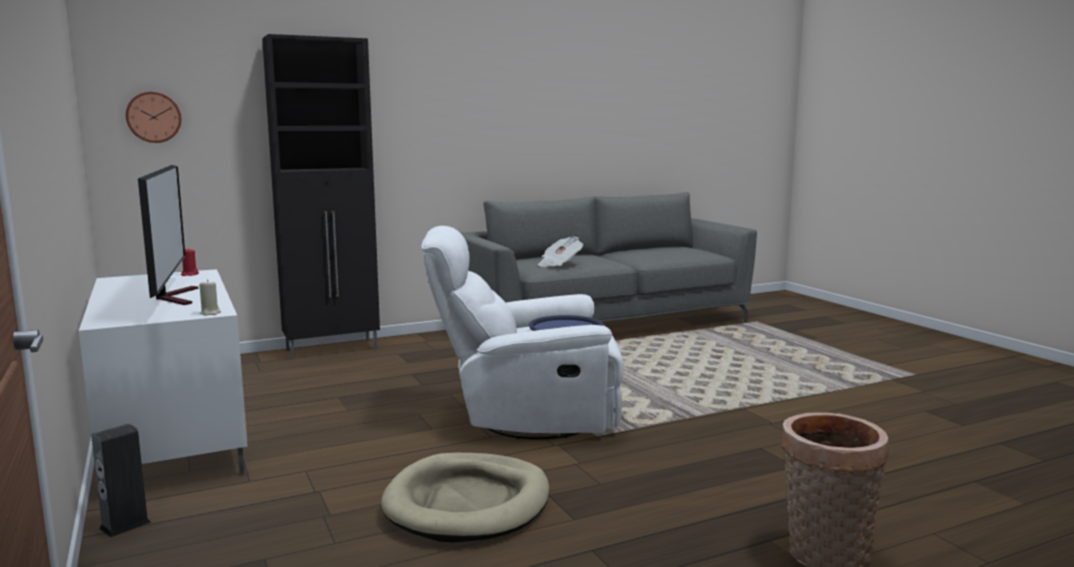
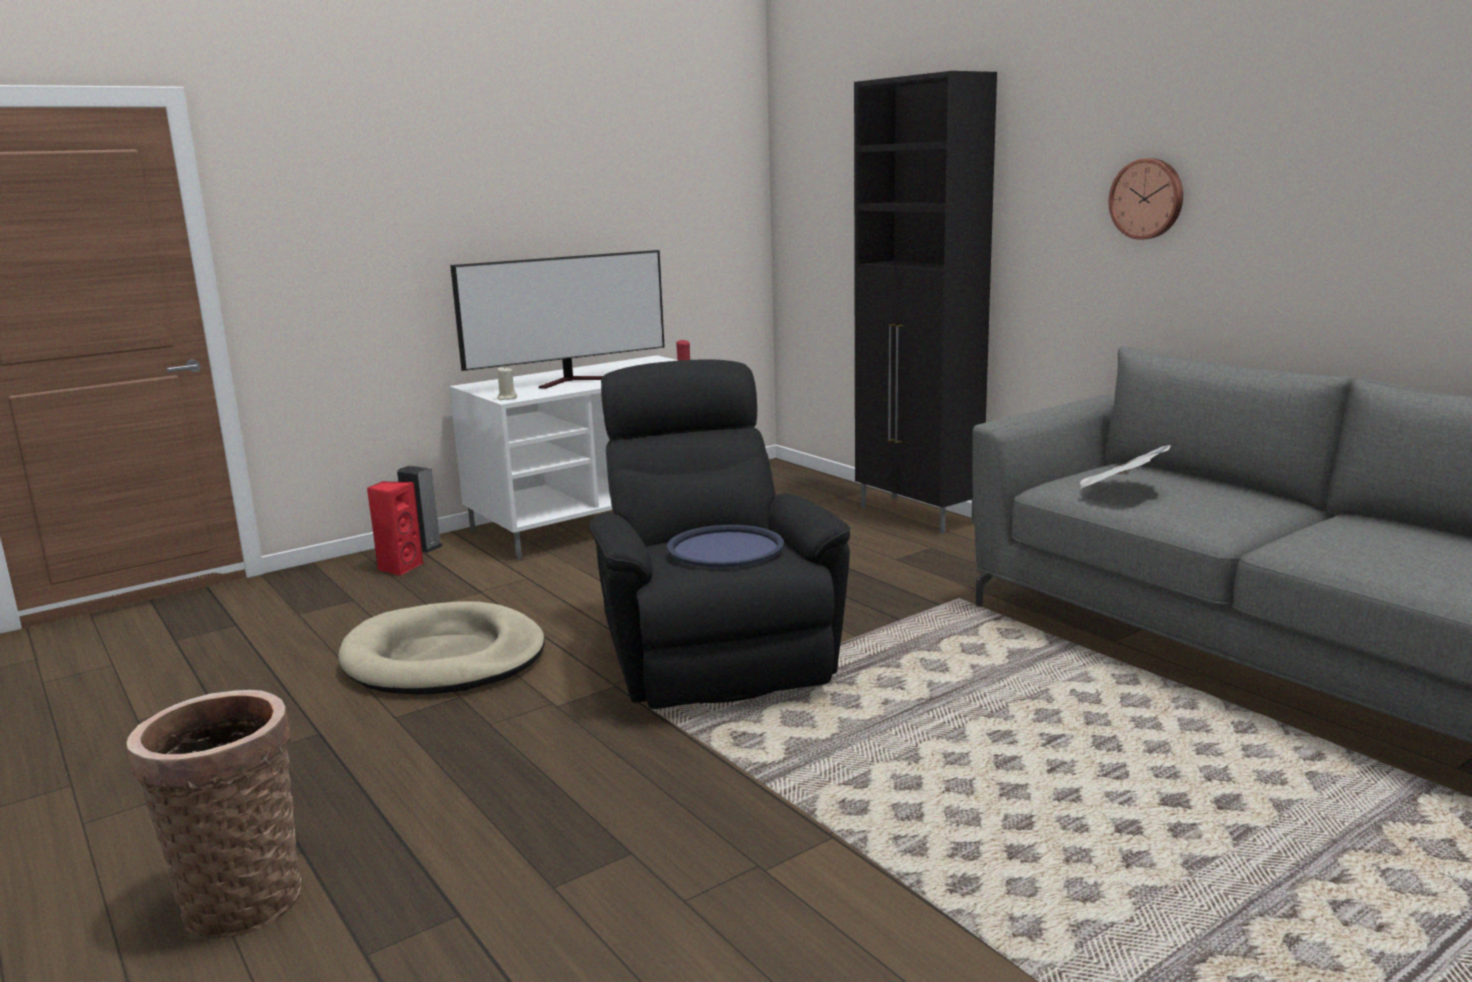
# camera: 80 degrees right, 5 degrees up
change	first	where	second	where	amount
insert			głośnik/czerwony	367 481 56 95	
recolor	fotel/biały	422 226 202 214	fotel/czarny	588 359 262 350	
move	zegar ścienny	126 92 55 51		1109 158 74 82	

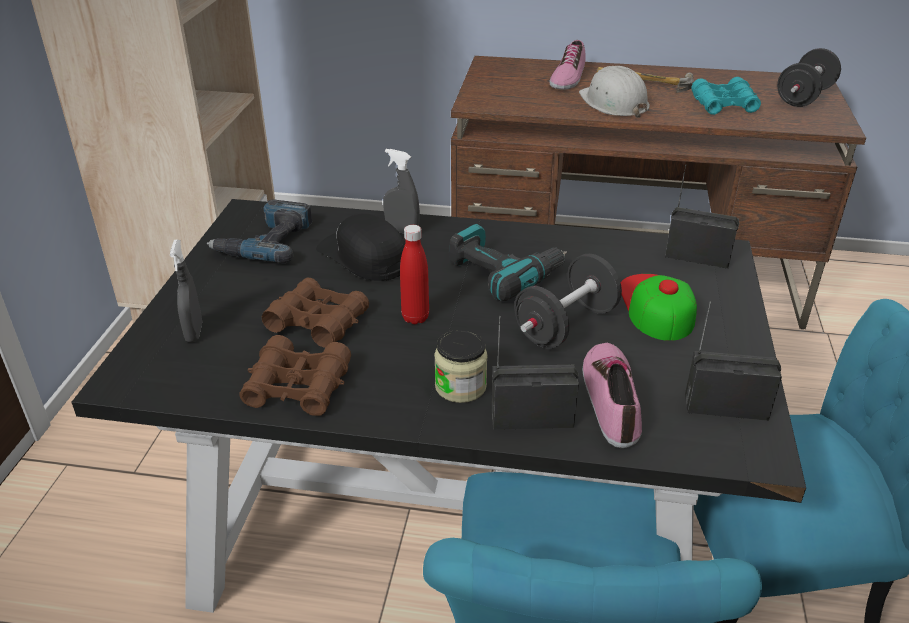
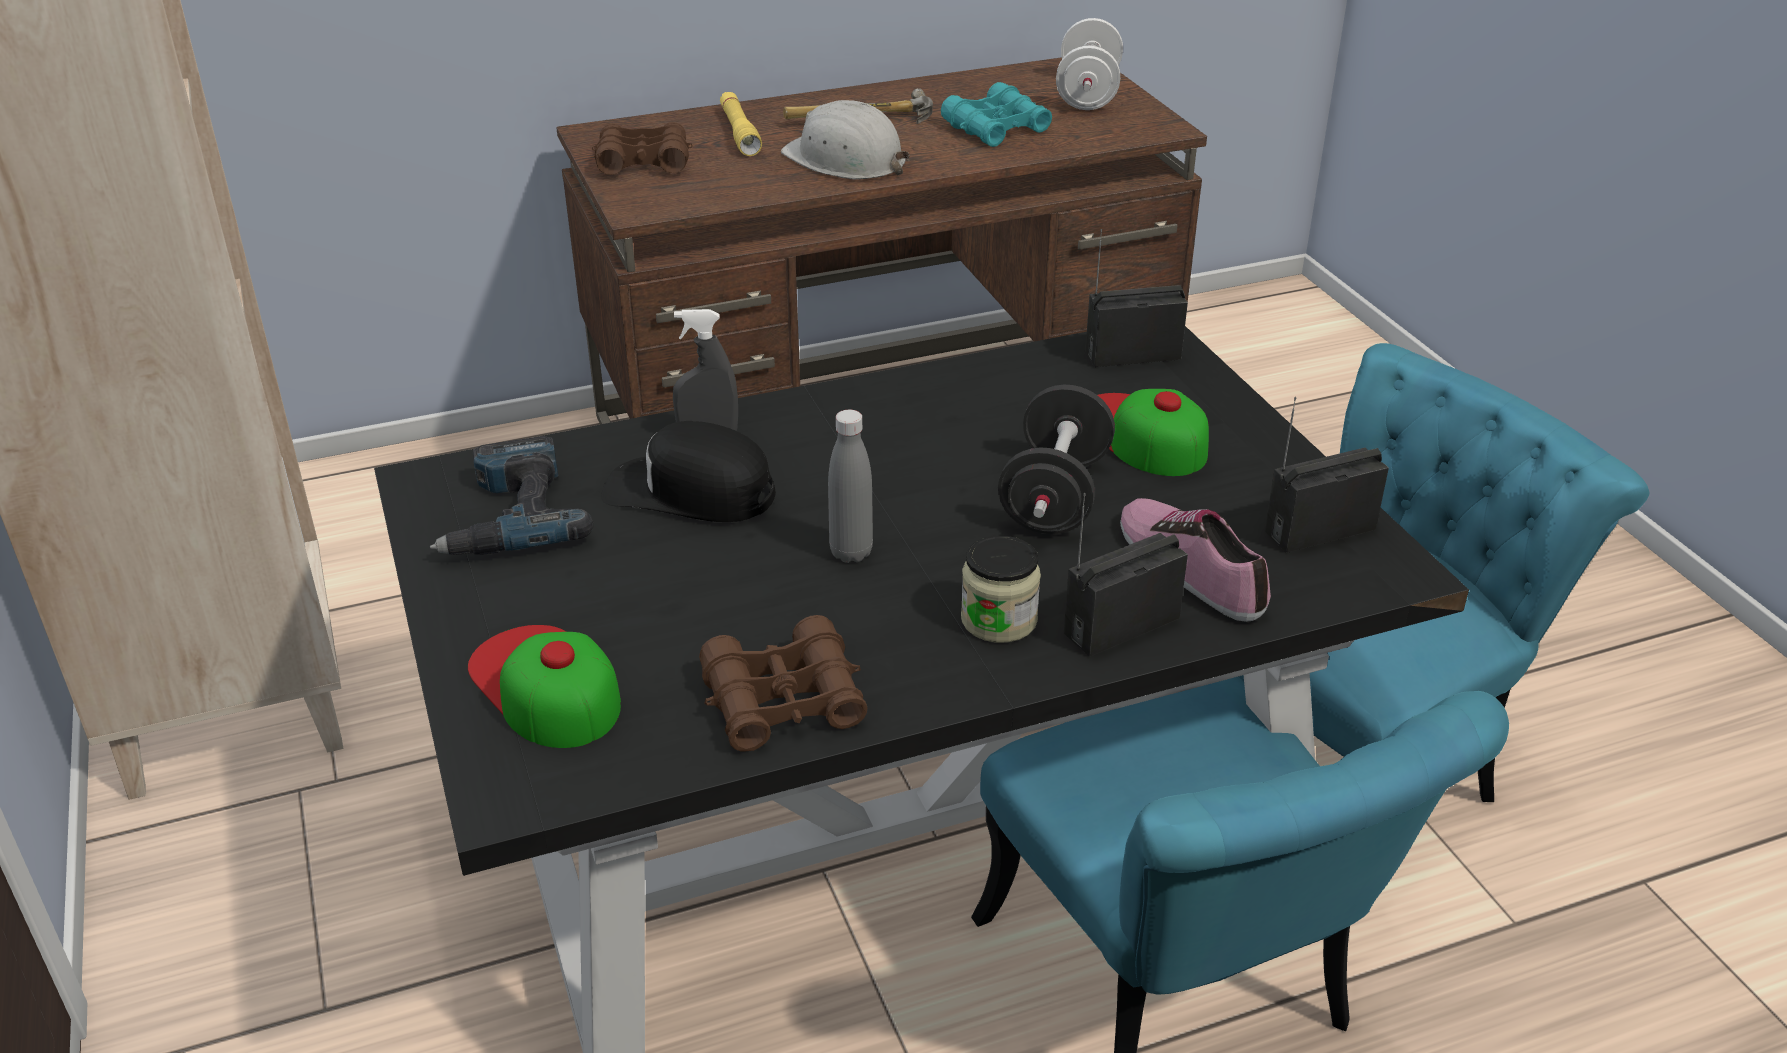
# camera: 30 degrees left, 0 degrees up
change	first	where	second	where	amount
replace	spryskiwacz/szary	170 240 32 102	czapka z daszkiem	468 625 153 123	
move	lornetka/brązowy	262 278 107 70		592 122 101 53	
replace	but	550 40 35 50	latarka/żółty	720 92 42 64	
recolor	butelka/czerwony	400 225 29 99	butelka/szary	828 410 45 153	
recolor	hantel/czarny	777 48 64 59	hantel/biały	1056 18 67 92	
delete	wiertarka	449 224 118 77			

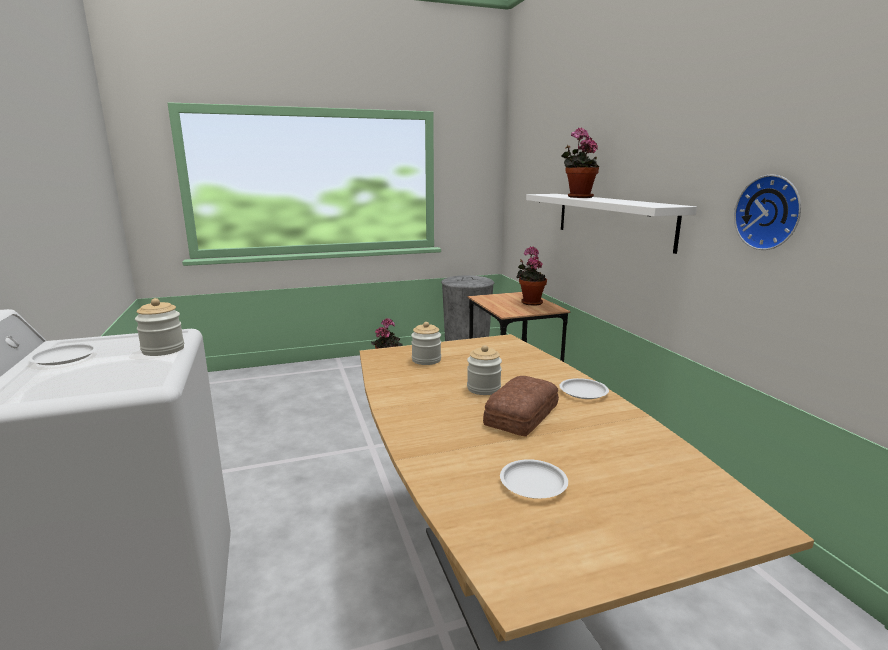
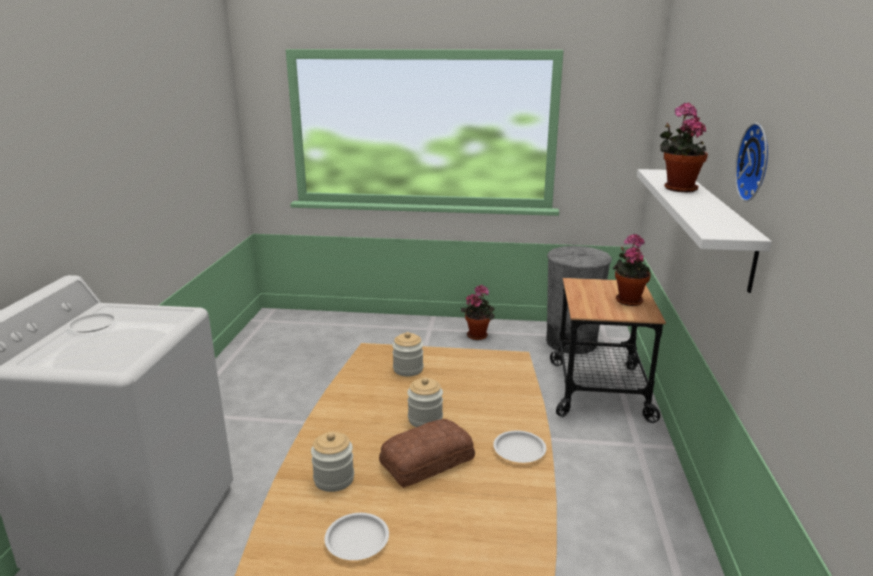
# camera: 25 degrees right, 5 degrees up
change	first	where	second	where	amount
move	słoik	135 298 49 58		311 432 43 60	
move	zegar ścienny	734 175 67 75		735 123 33 79	

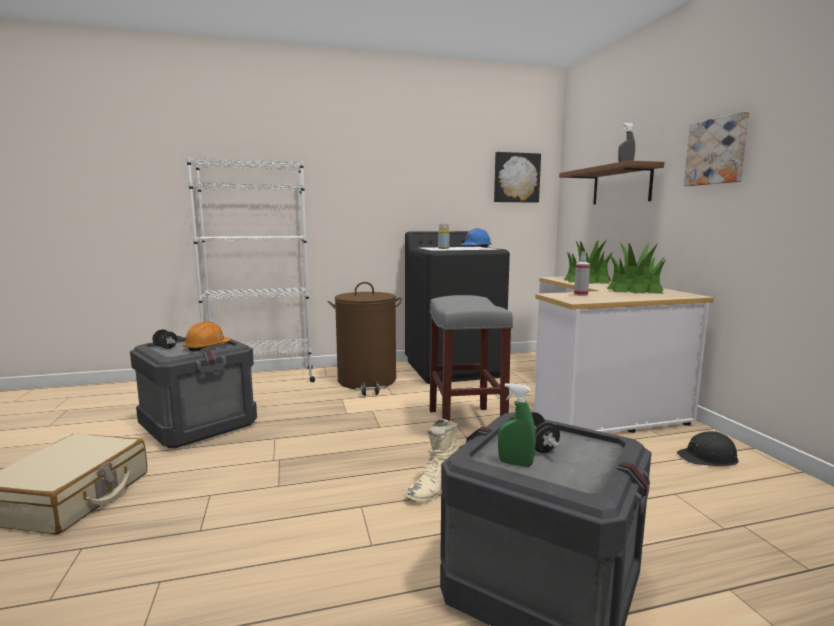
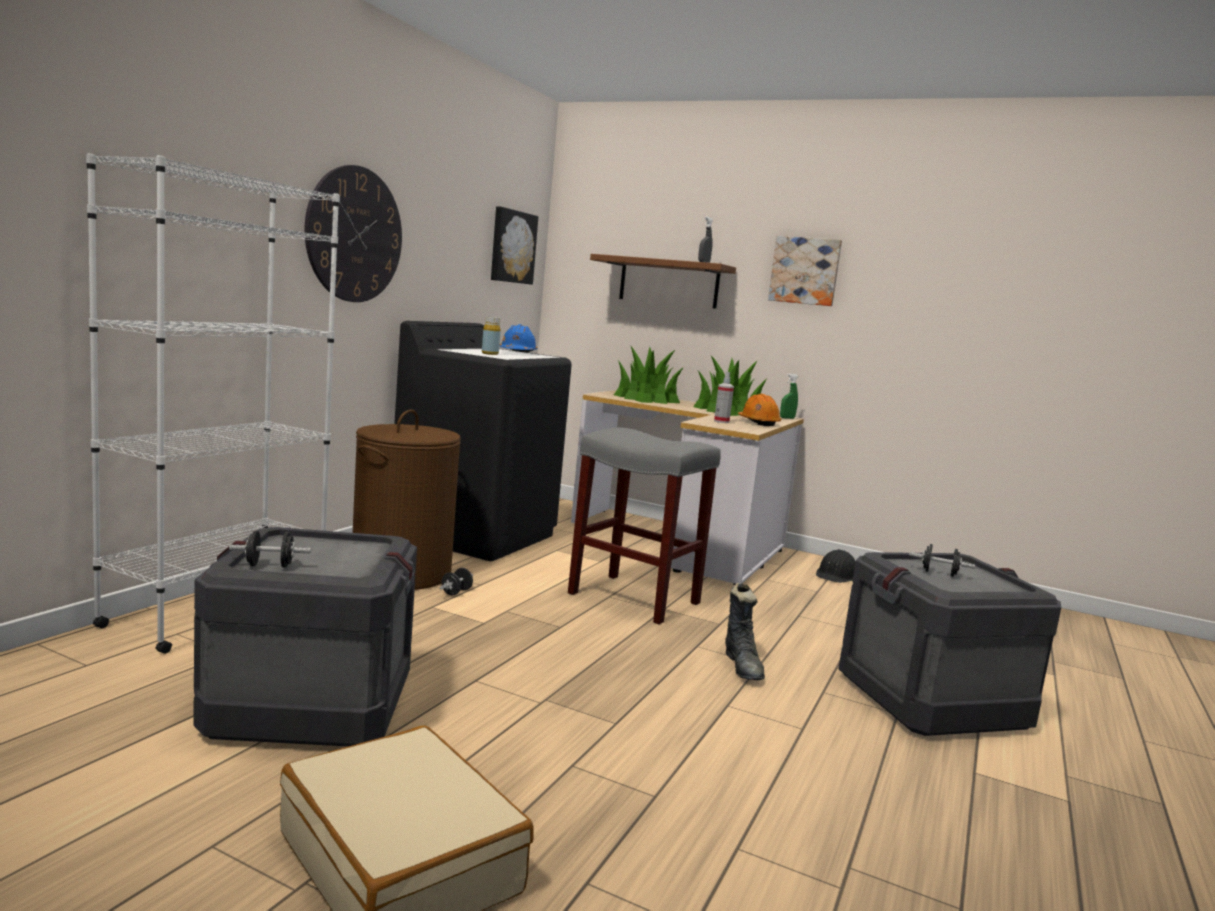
# camera: 50 degrees left, 0 degrees up
change	first	where	second	where	amount
insert			zegar ścienny	304 165 98 137	
recolor	but z cholewką/beżowy	405 418 53 83	but z cholewką/czarny	725 582 40 98	
move	kask/pomarańczowy	183 321 48 30		738 394 43 32	
move	spryskiwacz/zielony	498 383 38 84		780 373 19 46	

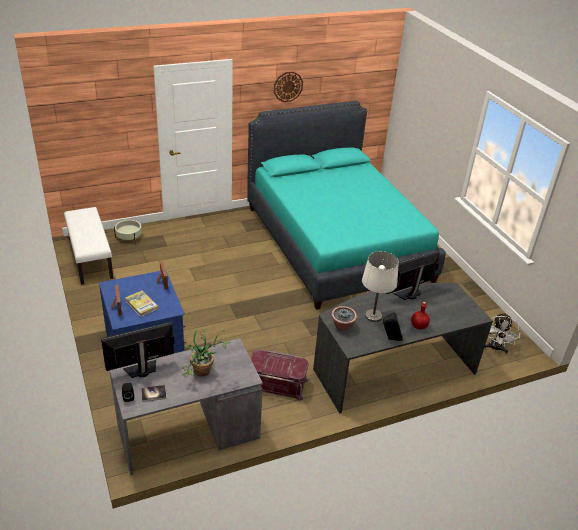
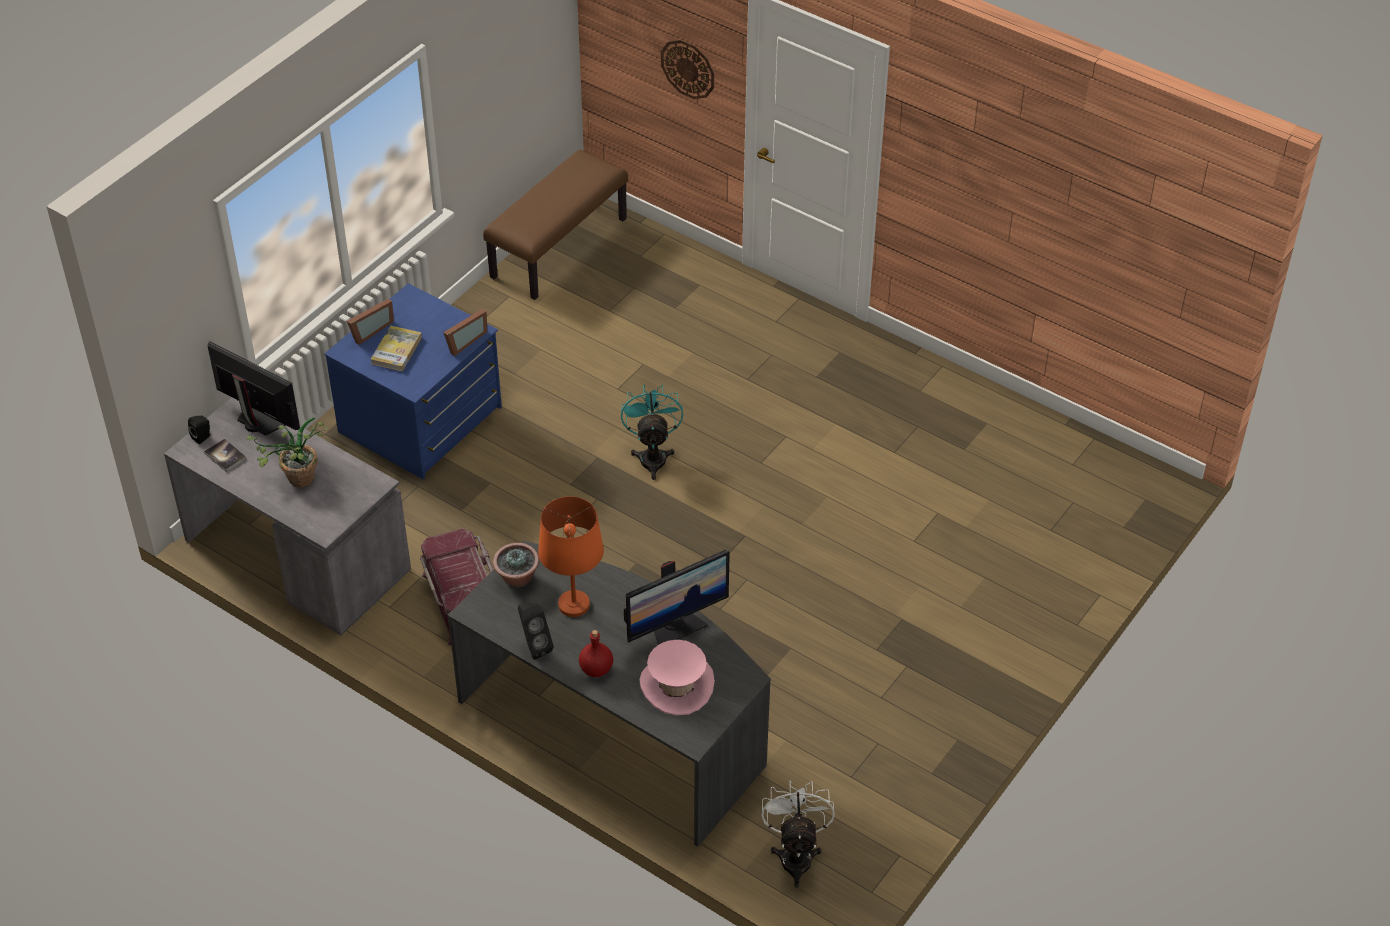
# camera: 60 degrees right, 10 degrees up
change	first	where	second	where	amount
recolor	ławka/biały	64 207 49 78	ławka/brązowy	483 150 145 150	
recolor	lampa stołowa/biały	362 251 37 71	lampa stołowa/pomarańczowy	538 496 66 121	
insert			wentylator/turkusowy	621 385 62 95	
rotate	monitor	386 250 54 50		624 550 106 95	120 degrees clockwise
insert			kapelusz/różowy	639 640 76 76	
move	zegar ścienny	274 72 29 30		661 40 53 59	
rotate	wentylator/biały	484 313 37 40		761 780 74 108	105 degrees clockwise
delete	donica/beżowy	114 220 28 20			
delete	łóżko/turkusowy	247 101 199 209			

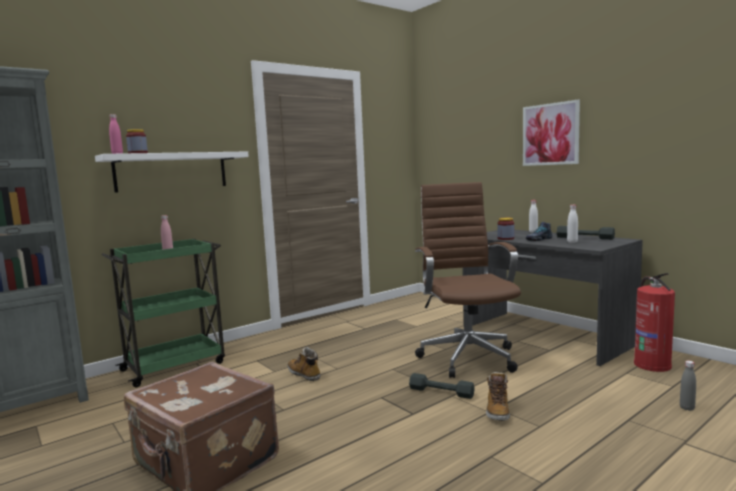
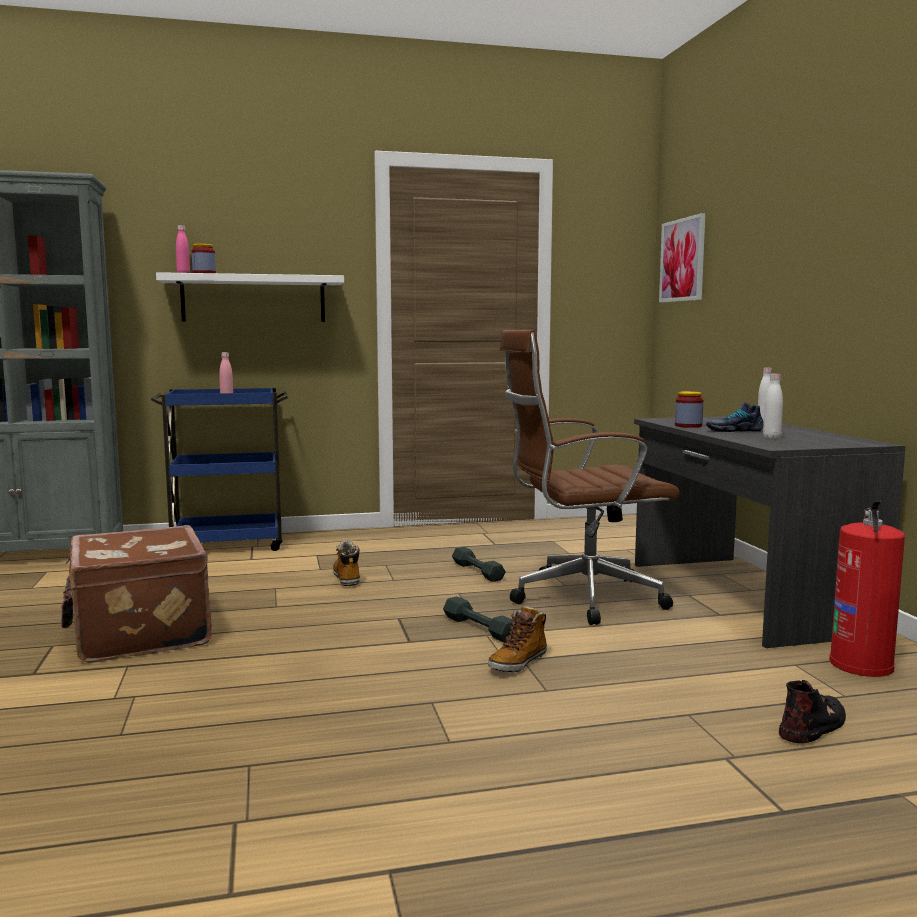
# camera: 25 degrees right, 0 degrees up
change	first	where	second	where	amount
recolor	wózek/zielony	102 239 123 148	wózek/niebieski	151 388 137 163	
move	hantel/szary	556 226 59 14		452 547 54 35	
rotate	krzesło biurowe/brązowy	415 182 106 196		500 330 180 295	120 degrees counterclockwise
move	obraz	523 100 57 66		659 213 47 89	
replace	butelka/szary	680 361 16 50	but z cholewką/czarny	779 680 67 63	

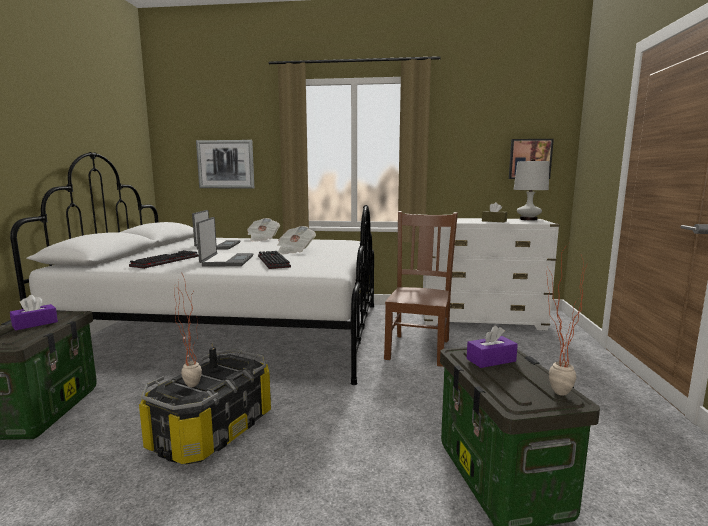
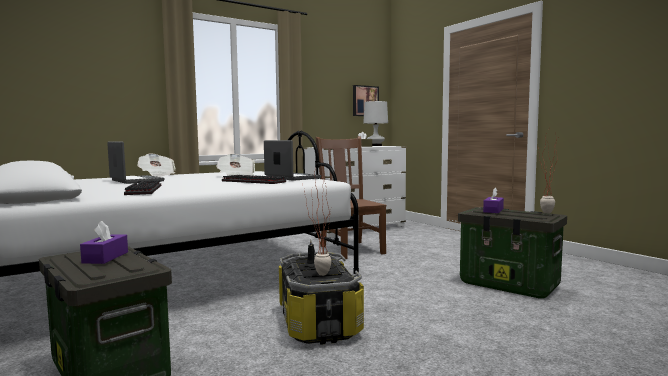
# camera: 40 degrees left, 5 degrees down
change	first	where	second	where	amount
move	laptop	196 217 57 50		264 140 57 41	
delete	obraz	196 140 58 48			

